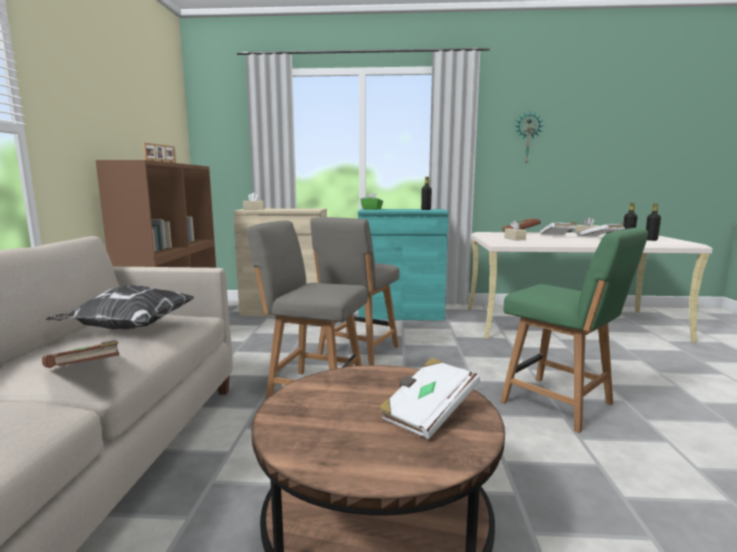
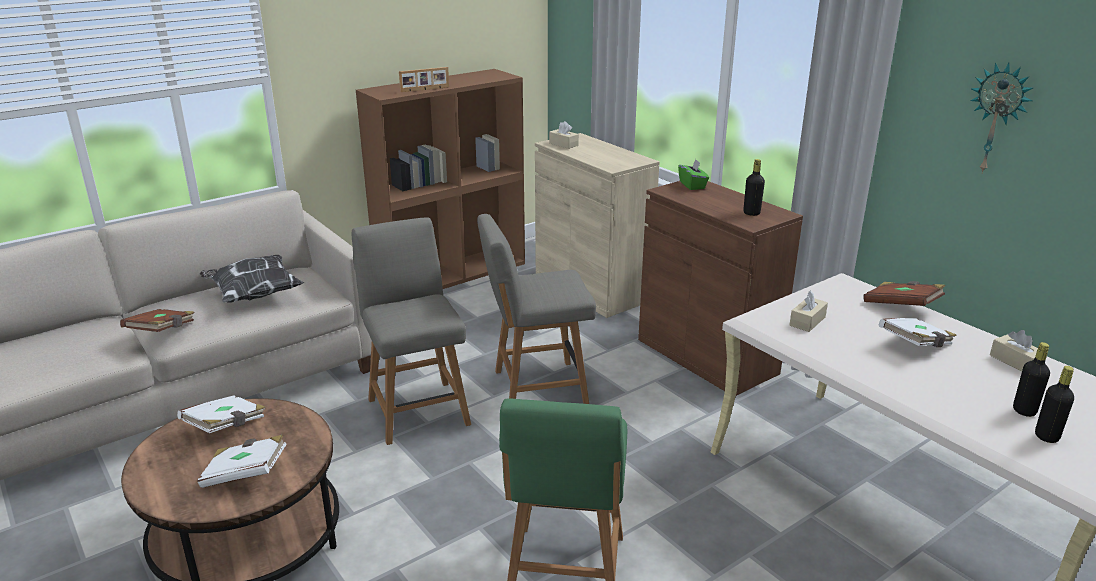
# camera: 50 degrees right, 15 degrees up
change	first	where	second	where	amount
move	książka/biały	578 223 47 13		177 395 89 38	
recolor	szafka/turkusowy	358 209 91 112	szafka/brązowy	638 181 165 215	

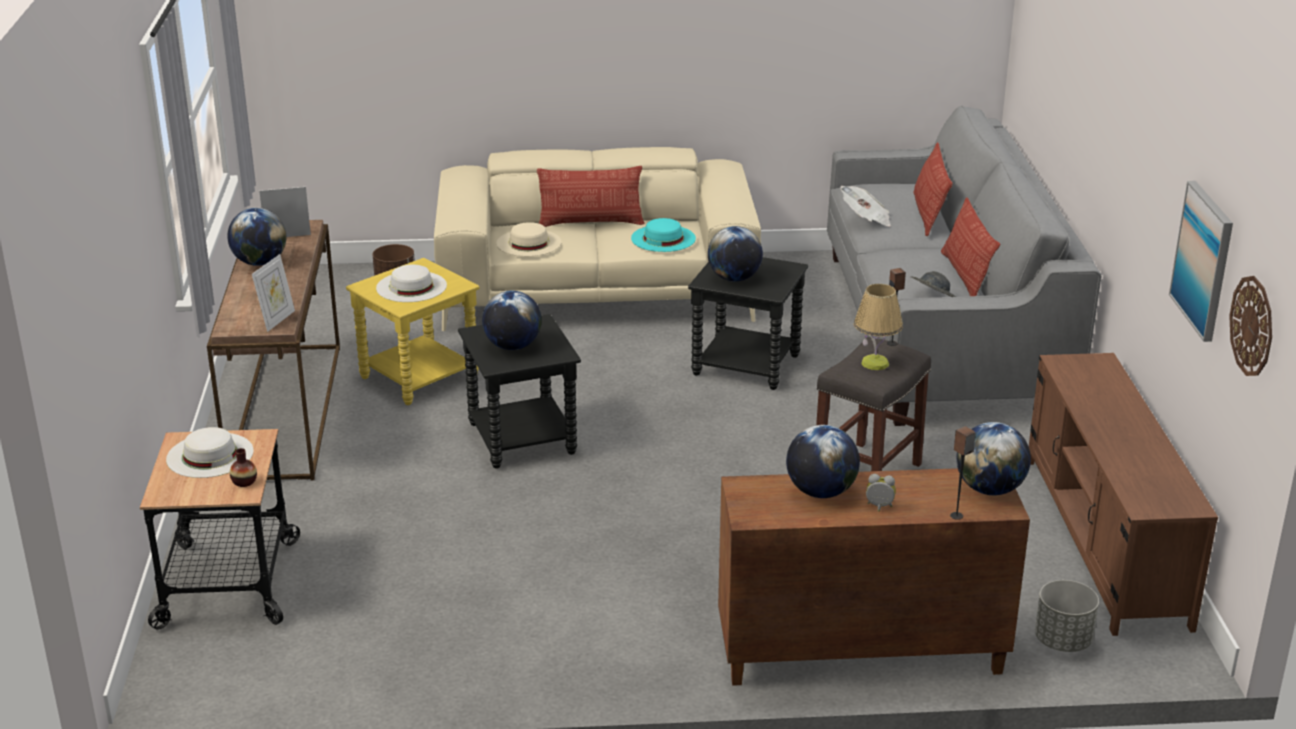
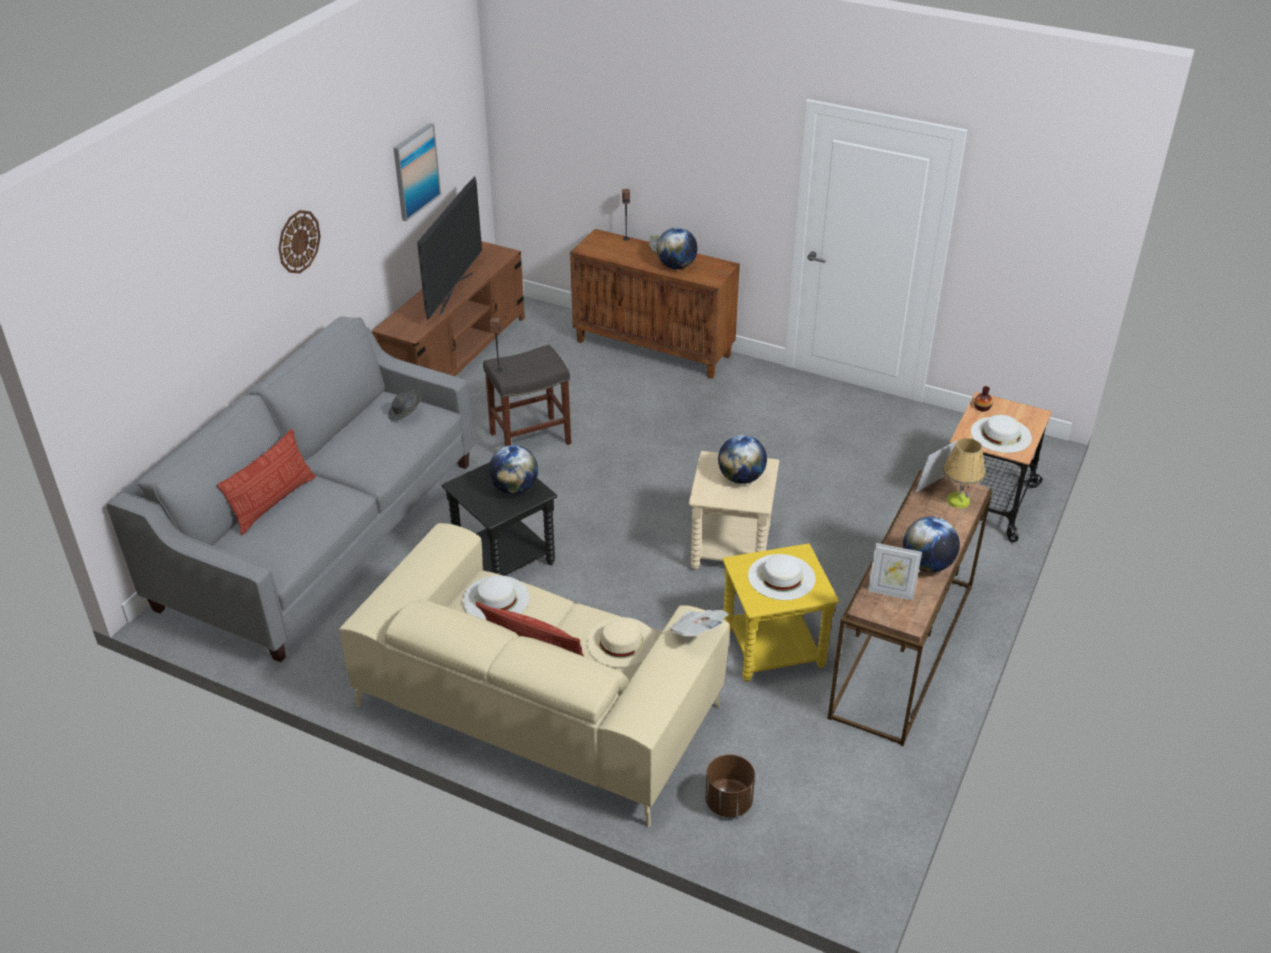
# camera: 150 degrees left, 10 degrees up
change	first	where	second	where	amount
move	zegar ścienny	1229 276 43 100		278 210 43 63	
insert			telewizor	417 177 65 143	
recolor	kapelusz/turkusowy	631 218 65 34	kapelusz/biały	463 575 67 45	
move	gazeta	840 186 50 40		668 610 61 26	
recolor	stolik/czarny	458 314 123 155	stolik/beżowy	689 451 90 119	
move	lampa stołowa	854 284 49 86		943 438 42 70	
delete	poduszka	941 197 59 99			
delete	globus	956 422 75 73			
delete	donica/szary	1035 580 64 72			

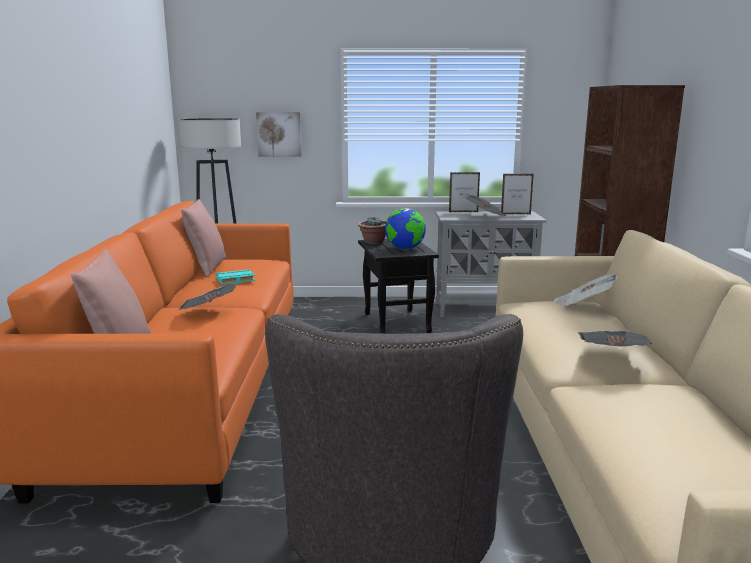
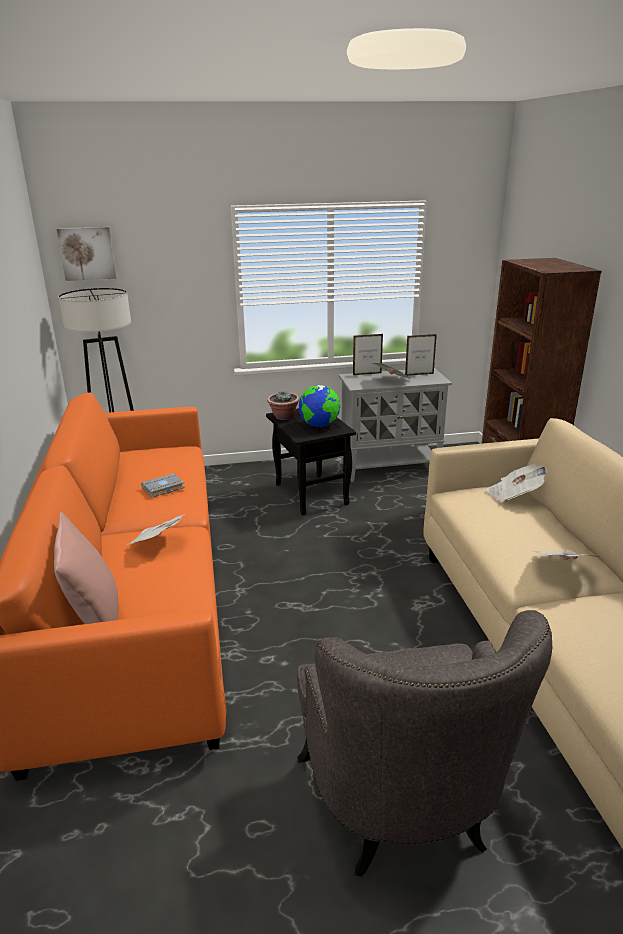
# camera: 10 degrees left, 10 degrees up
change	first	where	second	where	amount
move	obraz	256 112 46 45		57 227 59 54	
recolor	książka/turkusowy	216 269 39 16	książka/szary	141 473 44 25	
delete	poduszka/różowy	181 199 45 78			

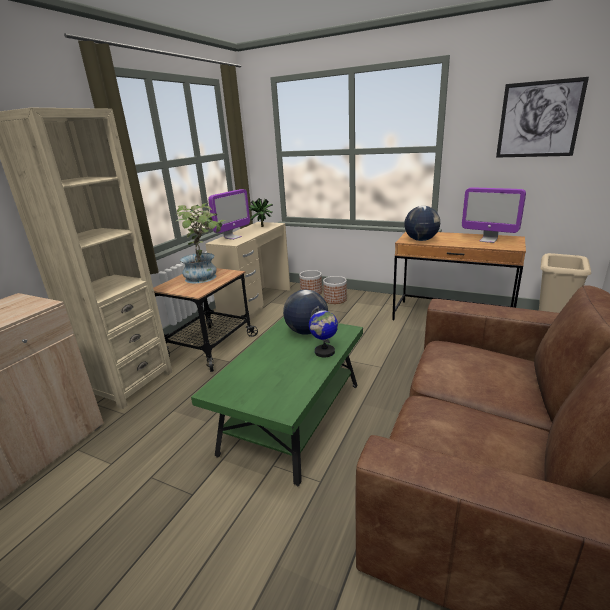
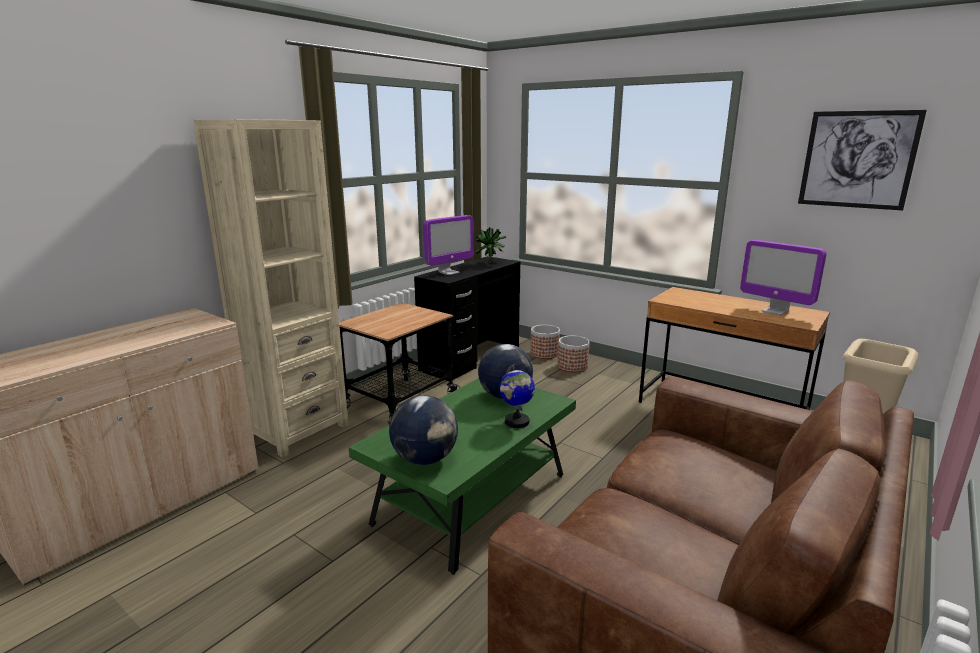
# camera: 10 degrees right, 5 degrees down
change	first	where	second	where	amount
move	globus	404 206 36 35		389 395 69 70	
recolor	biurko/beżowy	206 222 84 102	biurko/czarny	414 256 106 125	
delete	roślina doniczkowa	175 203 51 81			

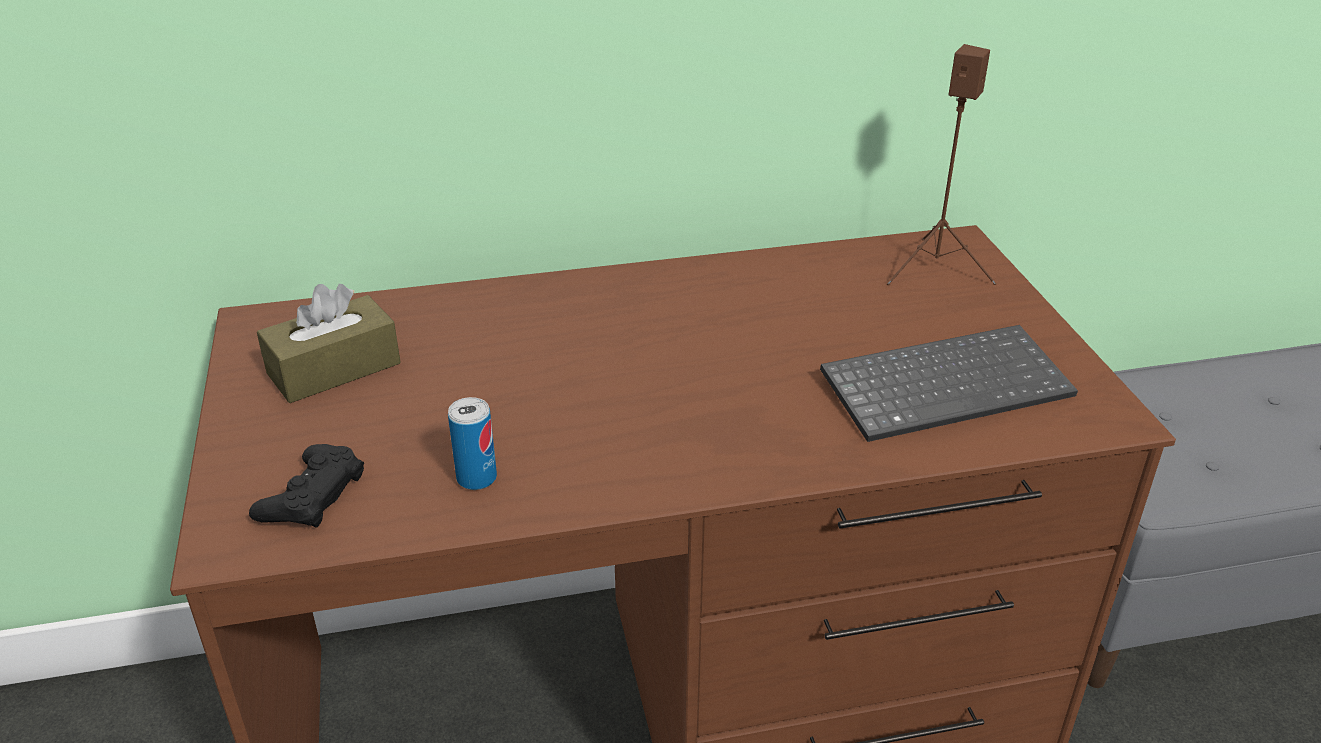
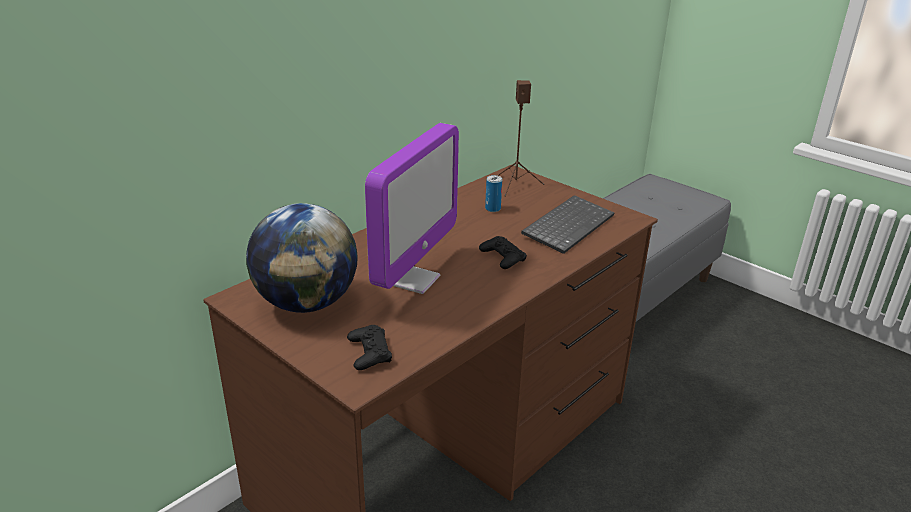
# camera: 35 degrees left, 5 degrees down
change	first	where	second	where	amount
replace	pudełko chusteczek/brązowy	257 284 144 119	globus	246 203 112 110	
insert			monitor	365 123 94 171	
insert			pad do gier/czarny	479 236 48 33	
move	puszka	448 397 49 93		485 175 17 37	

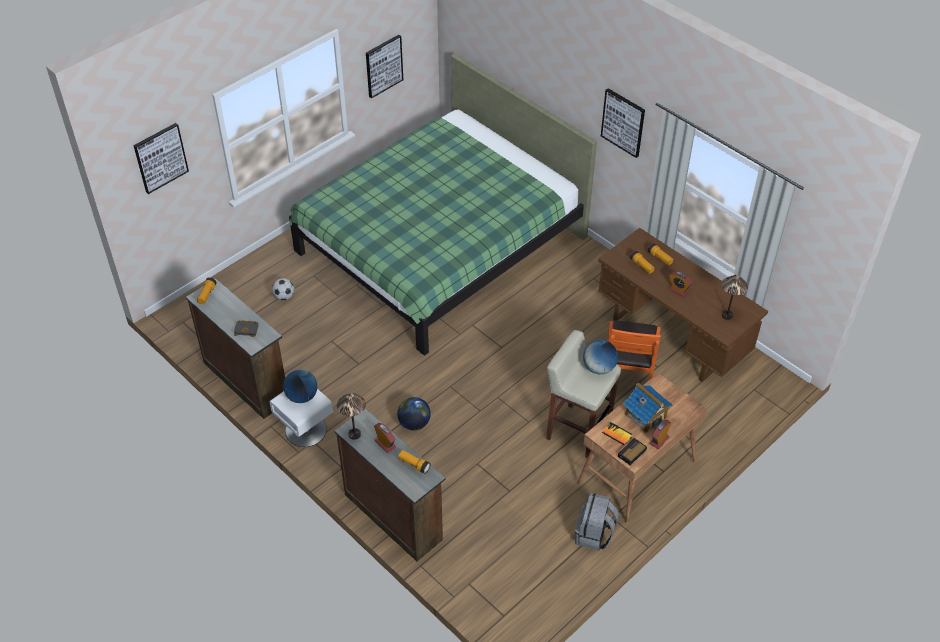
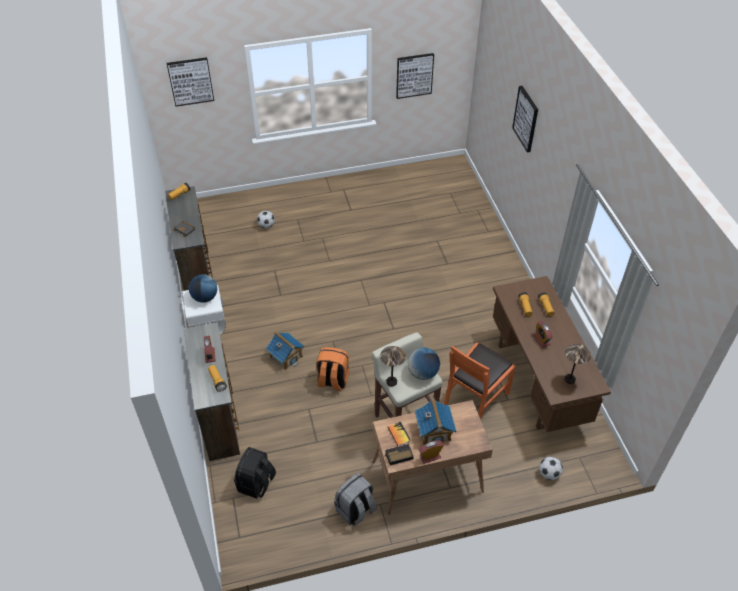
# camera: 30 degrees right, 0 degrees up
change	first	where	second	where	amount
insert			plecak/czarny	234 447 42 52	
replace	globus	397 397 34 33	domek	266 331 38 39	
insert			plecak/pomarańczowy	316 347 33 44	
move	lampa stołowa	337 393 29 47		380 346 26 40	
move	obraz	601 88 44 70		512 86 26 66	
insert			piłka futbolowa	539 457 24 23	
delete	łóżko/zielony	289 54 308 302			

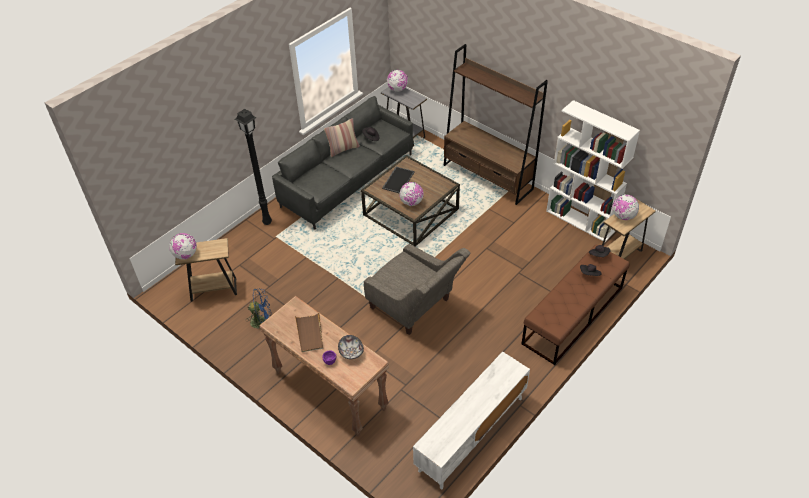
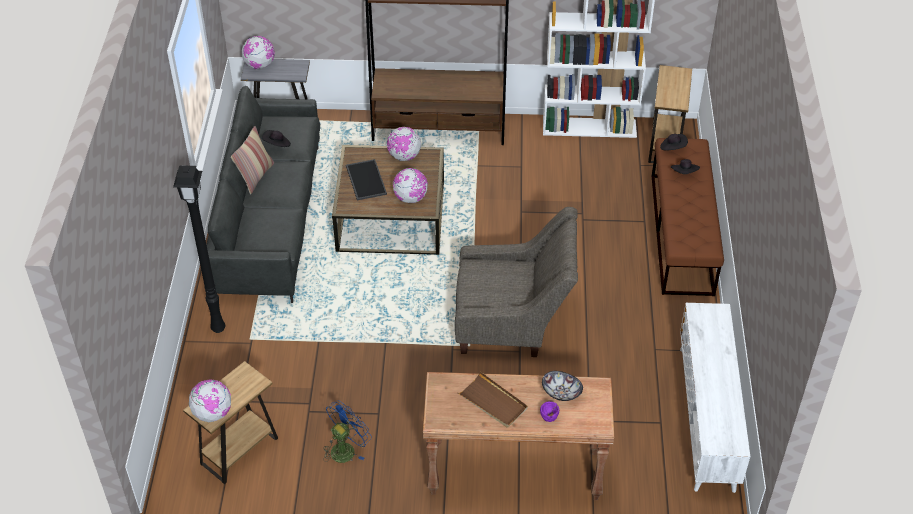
# camera: 40 degrees left, 0 degrees up
change	first	where	second	where	amount
move	globus	612 195 27 25		387 127 34 34	

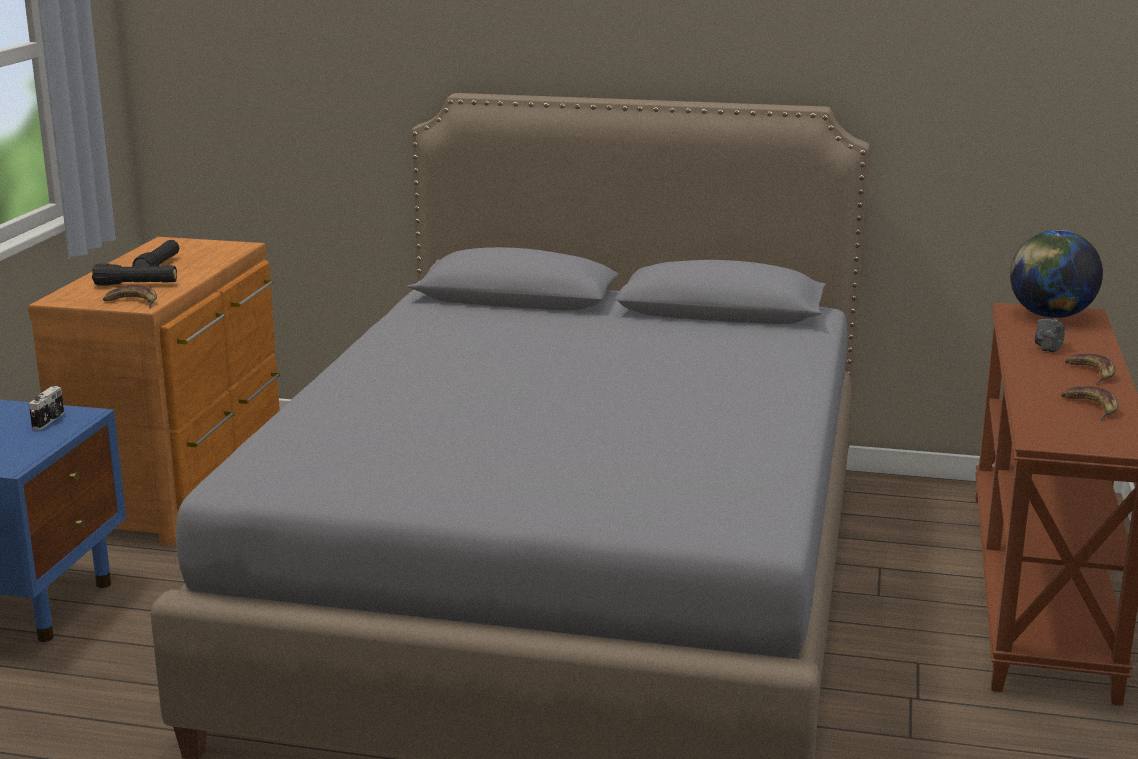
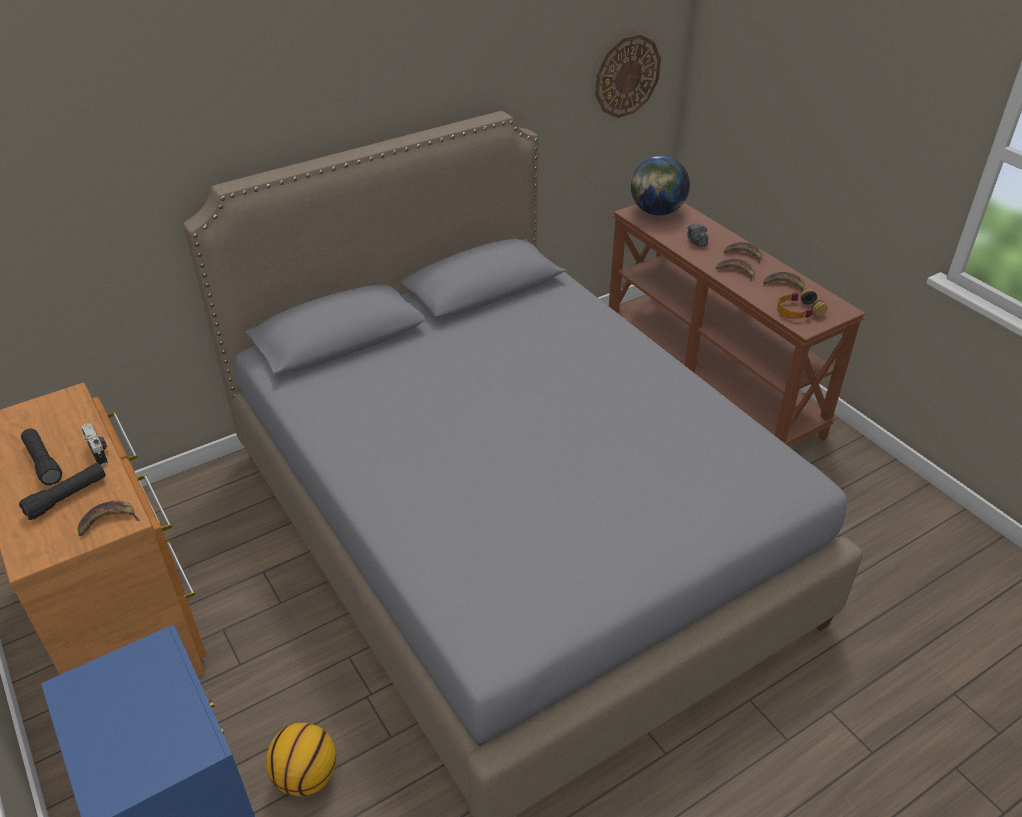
# camera: 45 degrees left, 20 degrees up
change	first	where	second	where	amount
move	aparat fotograficzny	29 386 35 44		82 423 26 43	
insert			piłka do koszykówki	266 723 71 73	
insert			zegar ścienny	595 34 66 84	
insert			banan	715 259 40 23	
insert			słuchawki	777 289 50 30	

